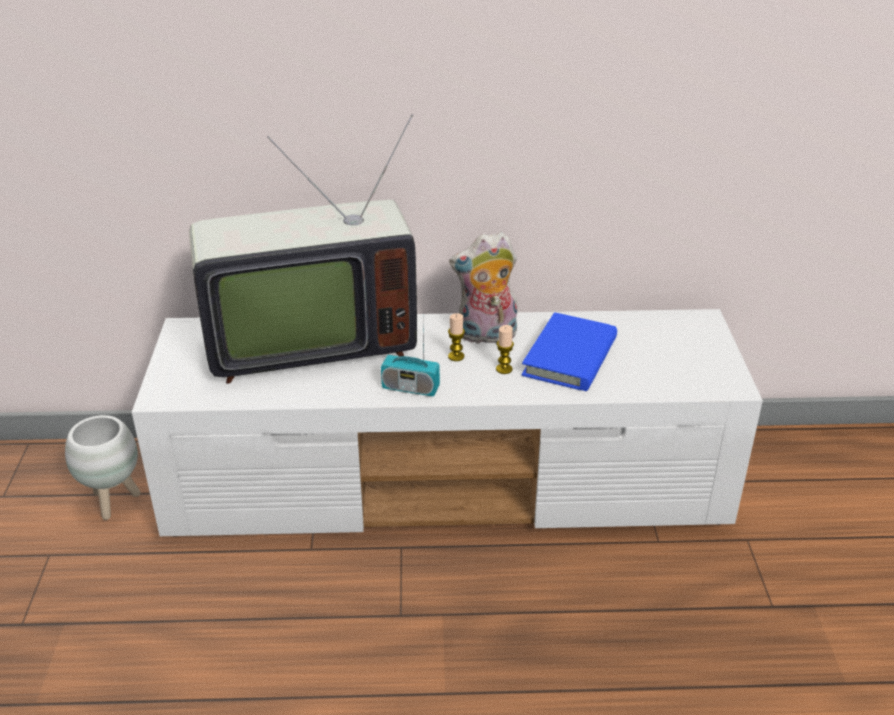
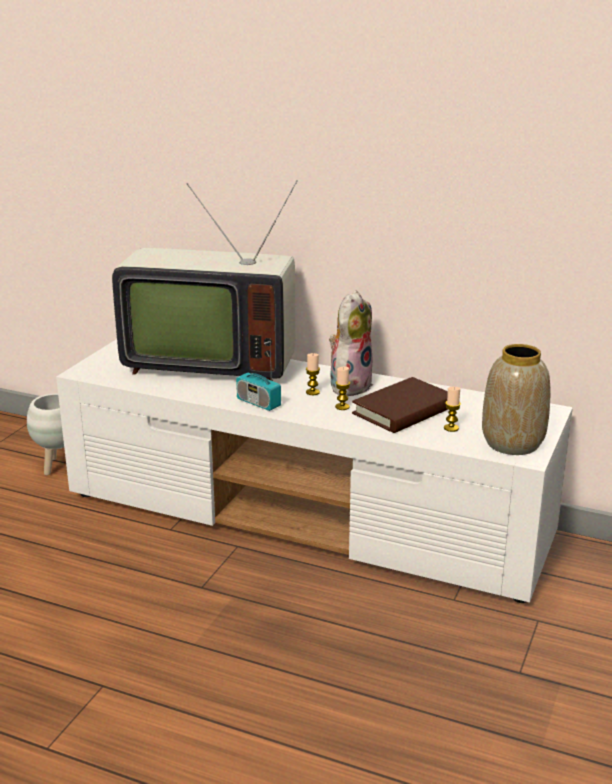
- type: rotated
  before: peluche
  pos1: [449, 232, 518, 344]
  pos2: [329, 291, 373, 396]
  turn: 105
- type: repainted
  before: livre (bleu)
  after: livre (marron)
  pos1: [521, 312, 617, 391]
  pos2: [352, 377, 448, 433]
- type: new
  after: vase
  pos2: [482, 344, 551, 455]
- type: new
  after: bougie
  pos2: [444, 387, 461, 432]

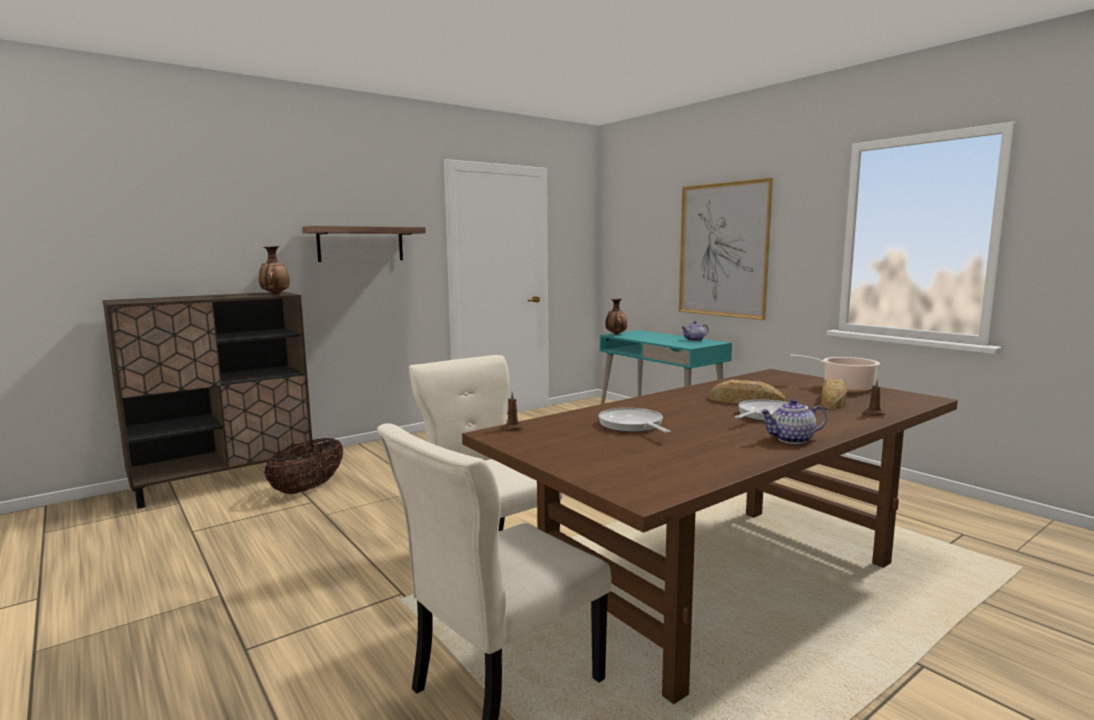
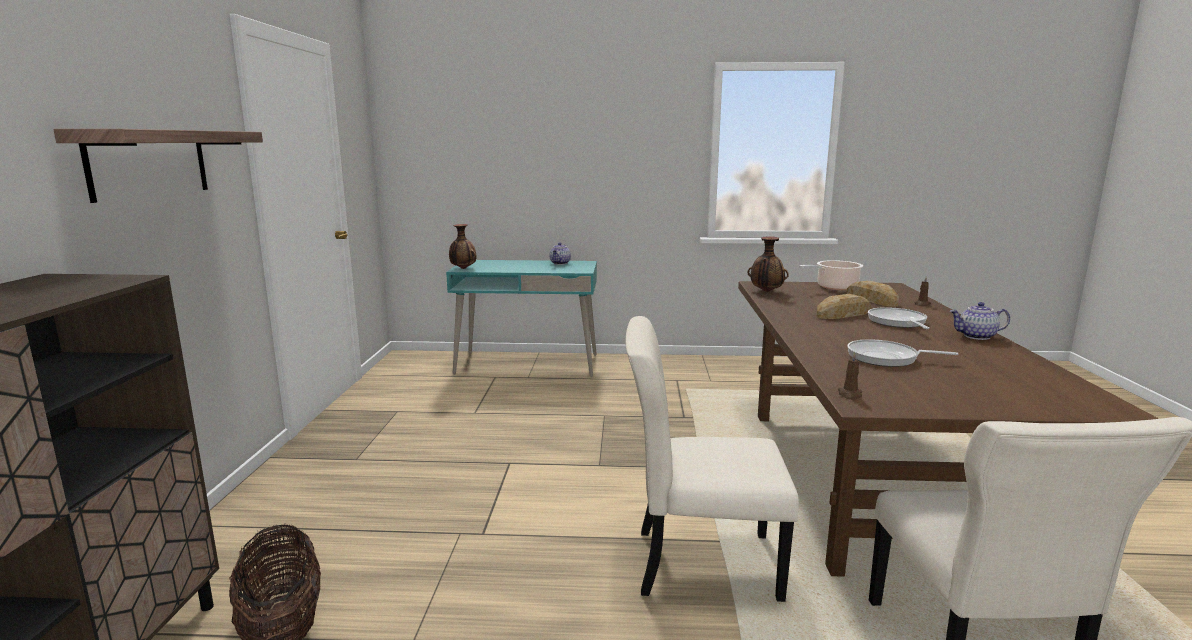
- type: gone
  before: tableau
  pos1: [679, 178, 773, 320]
- type: shifted
  before: vase
  pos1: [259, 246, 290, 295]
  pos2: [748, 236, 789, 292]
- type: rotated
  before: théière
  pos1: [760, 399, 827, 444]
  pos2: [950, 302, 1010, 340]
  turn: 60

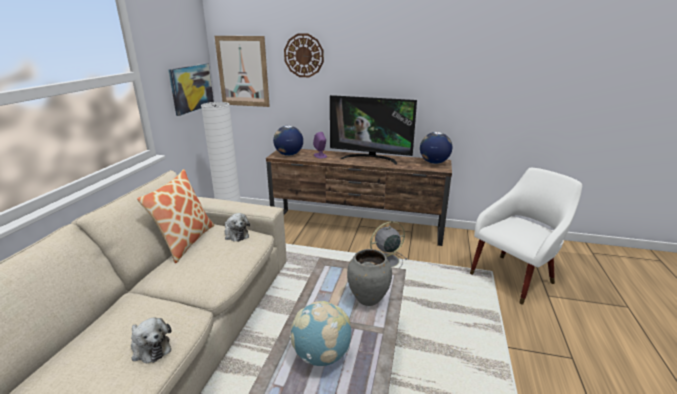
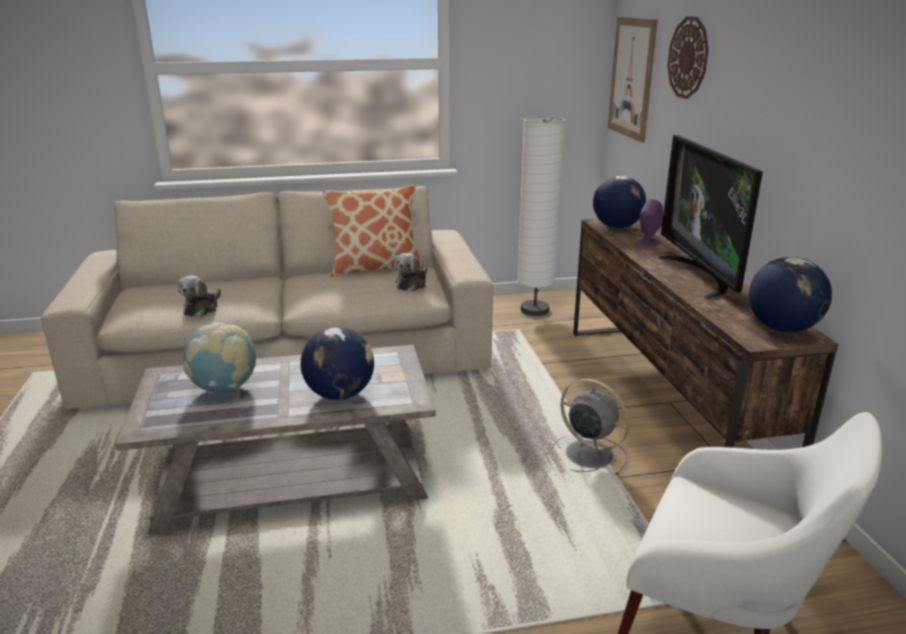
- type: gone
  before: tableau
  pos1: [168, 63, 214, 116]
- type: swapped
  before: vase (gris)
  after: globe
  pos1: [347, 249, 392, 306]
  pos2: [301, 327, 374, 400]

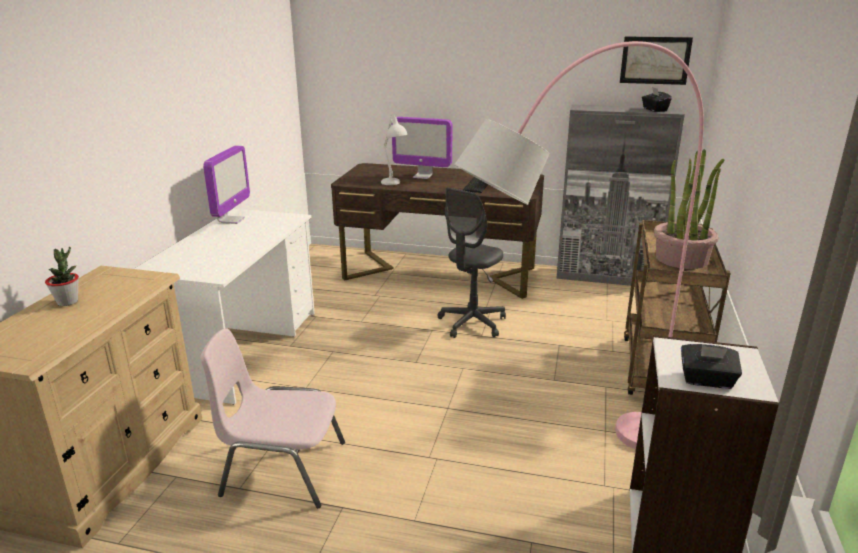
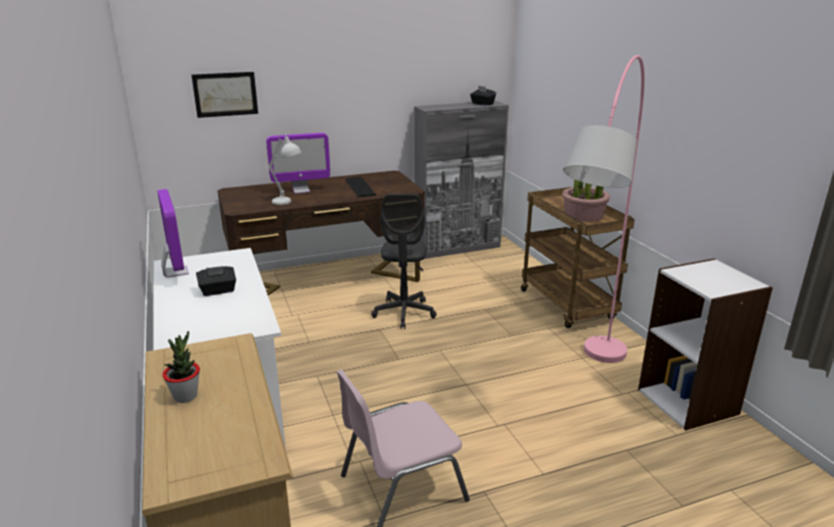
- type: shifted
  before: tableau
  pos1: [620, 36, 693, 85]
  pos2: [192, 72, 258, 118]
- type: shifted
  before: boîte à mouchoirs (noir)
  pos1: [681, 344, 742, 389]
  pos2: [196, 266, 236, 296]

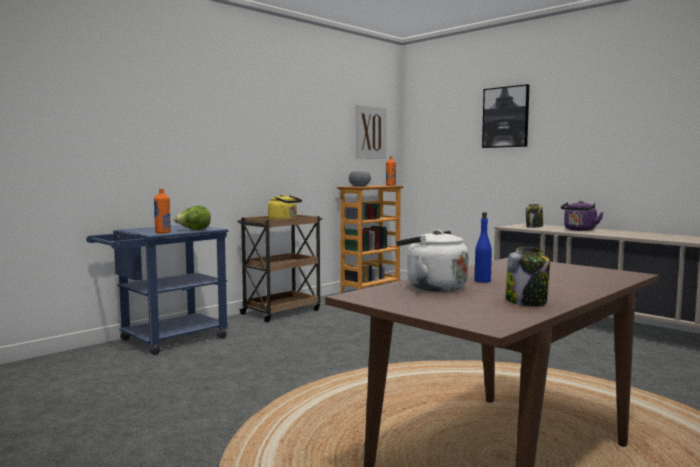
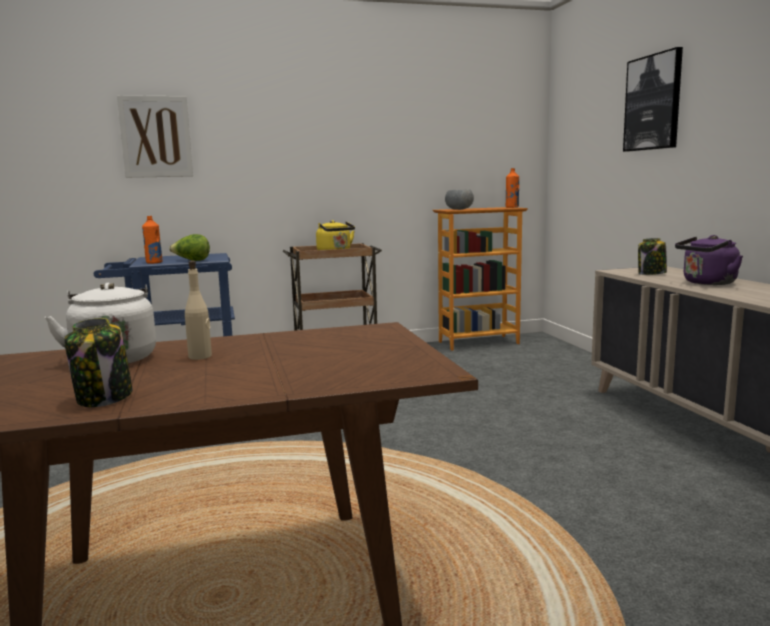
- type: shifted
  before: tableau
  pos1: [356, 104, 387, 159]
  pos2: [117, 95, 193, 178]
- type: repainted
  before: bouteille (bleu)
  after: bouteille (beige)
  pos1: [475, 212, 492, 283]
  pos2: [185, 261, 212, 360]

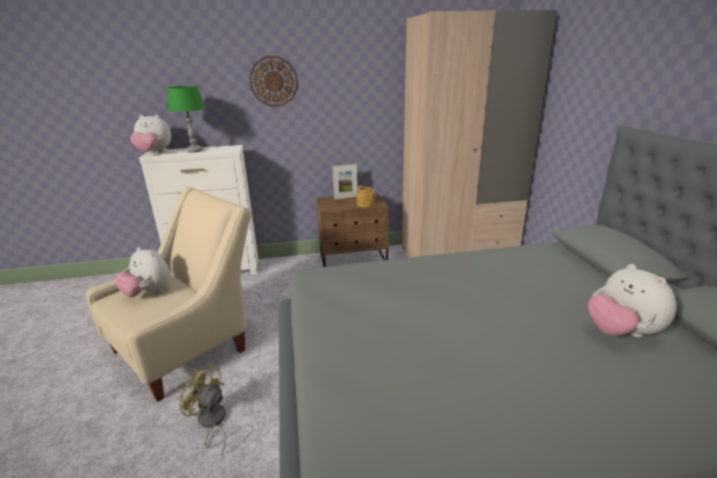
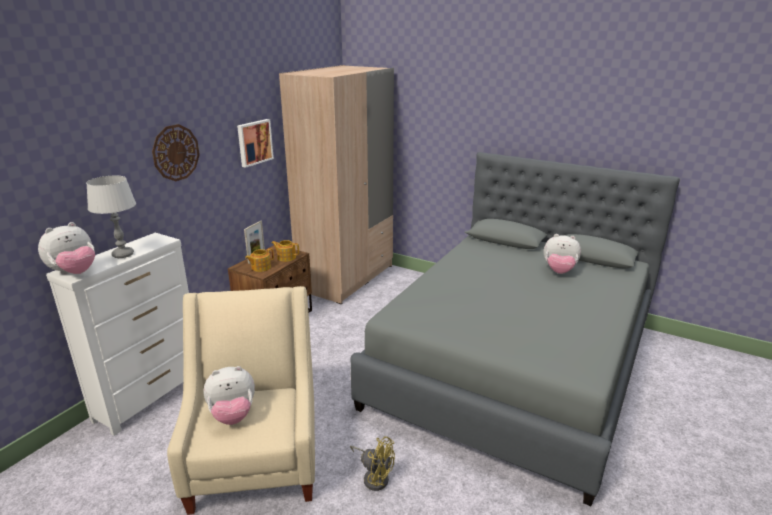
- type: repainted
  before: lampe de table (vert)
  after: lampe de table (gris)
  pos1: [168, 86, 205, 153]
  pos2: [86, 176, 136, 258]
- type: rotated
  before: ventilateur (jaune)
  pos1: [179, 364, 226, 455]
  pos2: [350, 436, 395, 491]
  turn: -135
- type: new
  after: tableau
  pos2: [237, 119, 274, 168]
- type: new
  after: théière
  pos2: [245, 248, 274, 272]

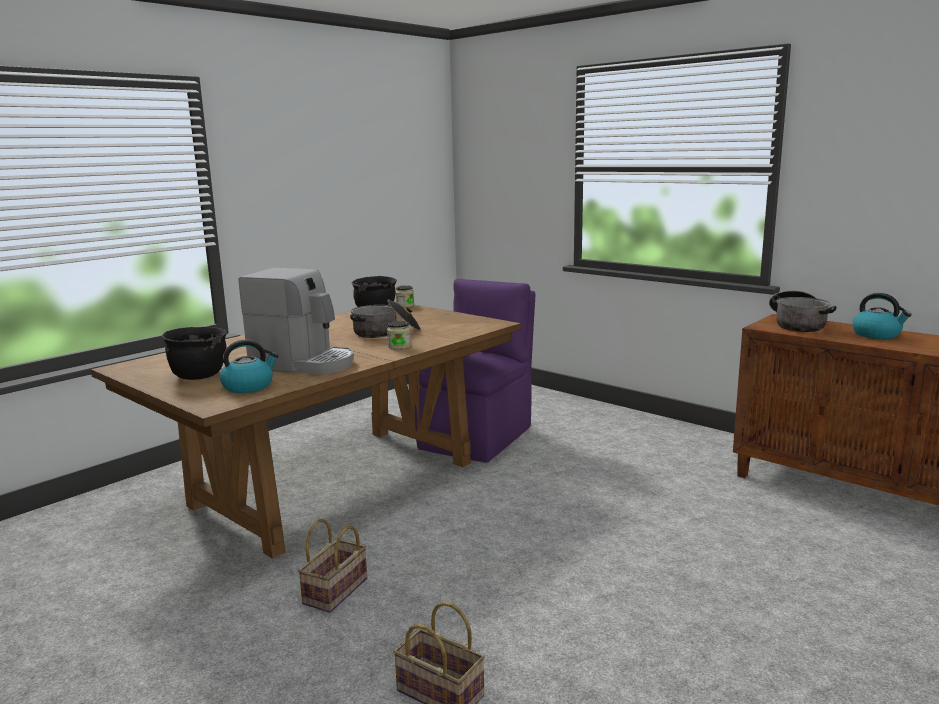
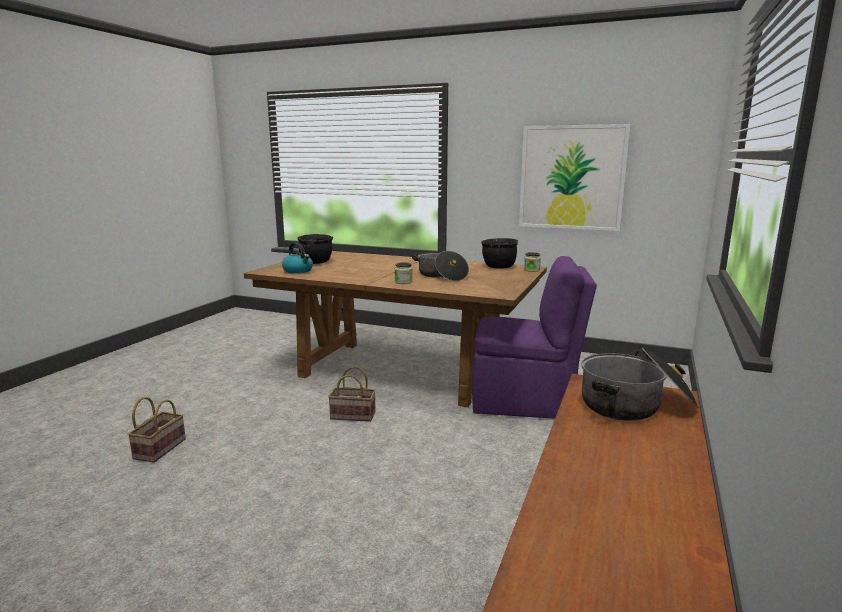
- type: gone
  before: machine à café
  pos1: [239, 268, 354, 375]
- type: gone
  before: bouilloire
  pos1: [852, 293, 912, 339]
- type: shifted
  before: panier
  pos1: [298, 519, 367, 613]
  pos2: [328, 366, 376, 422]
- type: new
  after: tableau
  pos2: [519, 124, 631, 231]

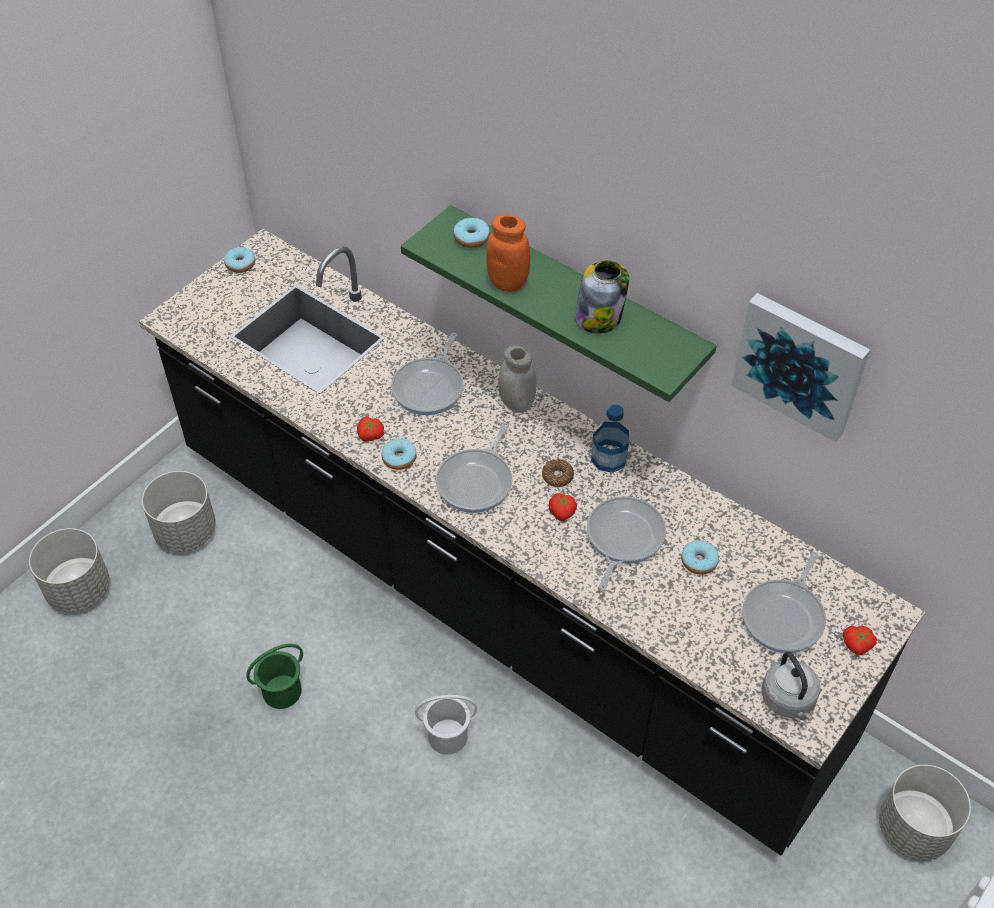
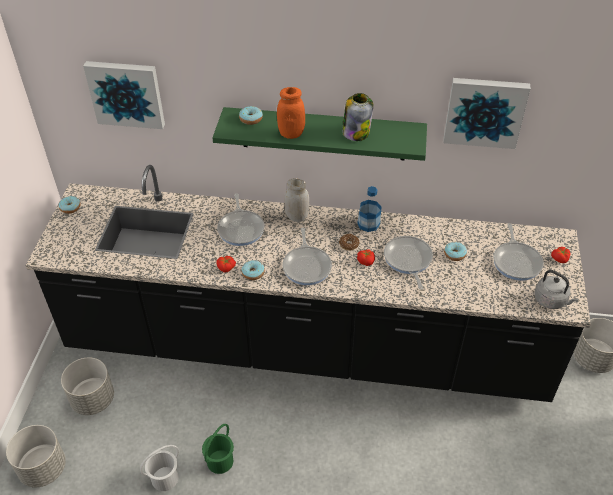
- type: shifted
  before: seau (blanc)
  pos1: [415, 695, 477, 755]
  pos2: [140, 445, 179, 491]
- type: new
  after: tableau
  pos2: [83, 61, 165, 129]

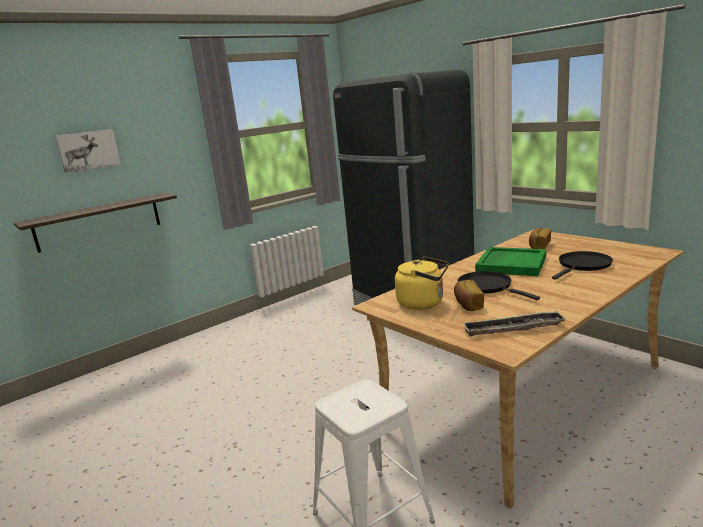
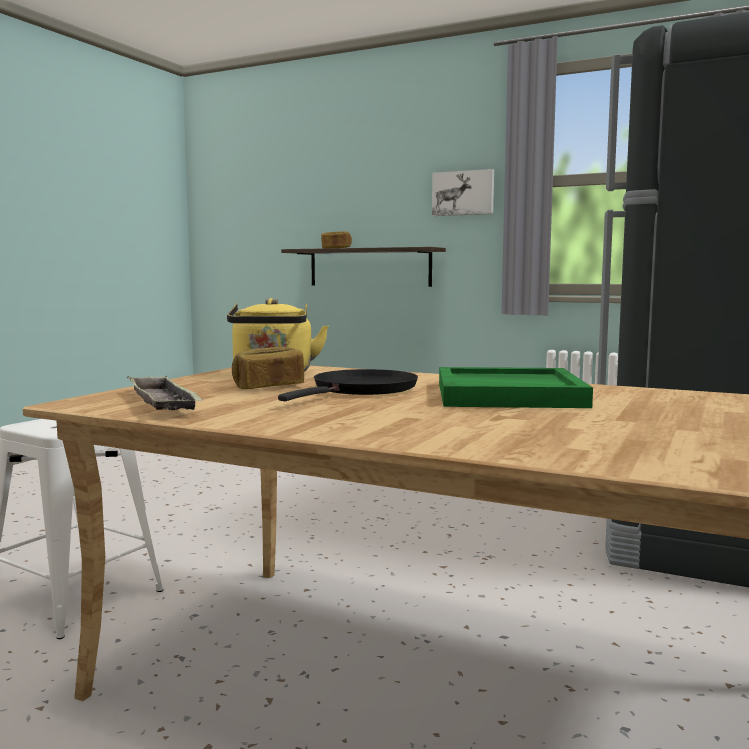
- type: shifted
  before: tableau
  pos1: [55, 129, 121, 173]
  pos2: [432, 169, 494, 216]
- type: shifted
  before: pain
  pos1: [529, 228, 551, 249]
  pos2: [321, 231, 352, 248]
- type: gone
  before: poêle (noir)
  pos1: [552, 251, 613, 280]

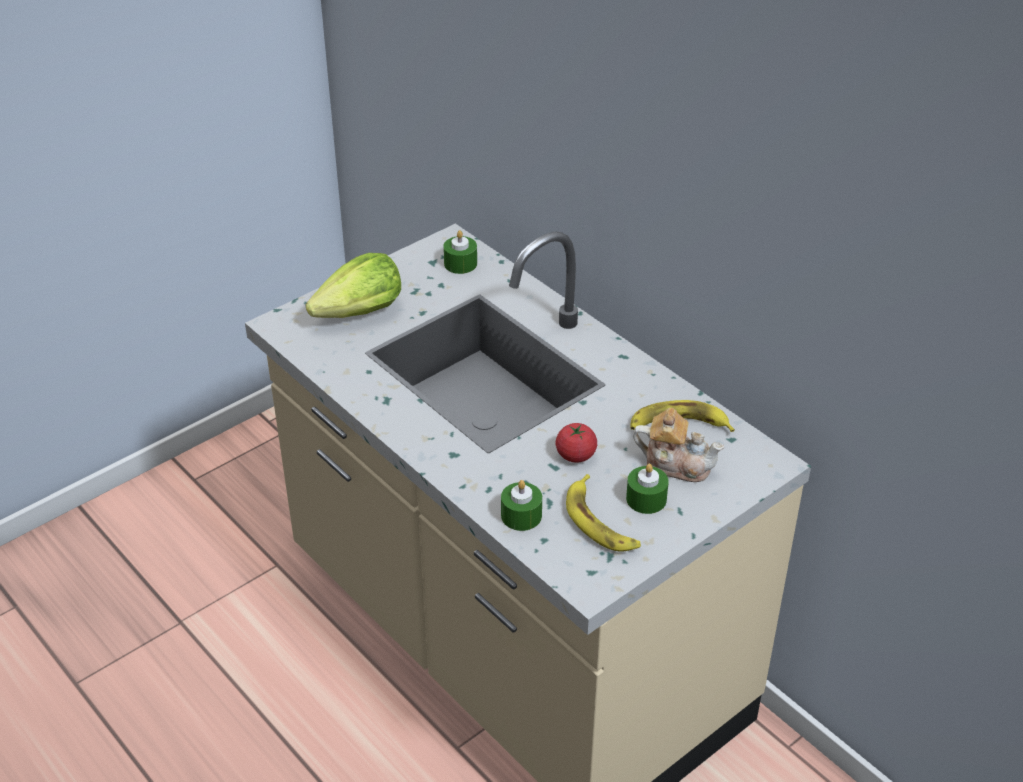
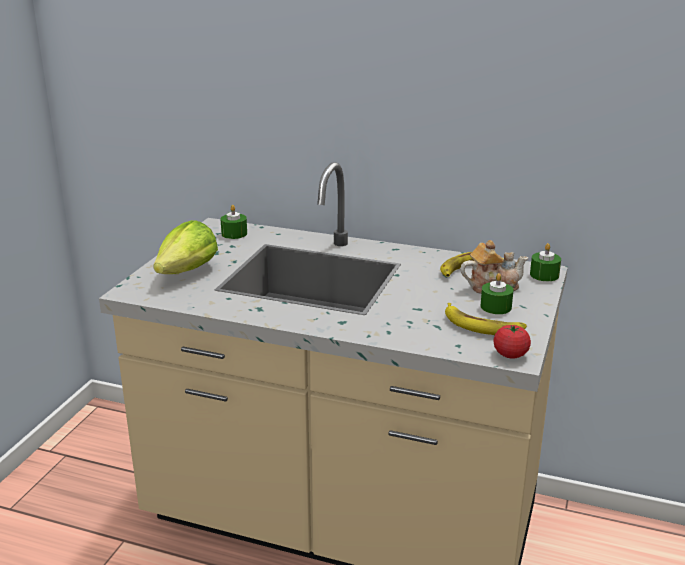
- type: shifted
  before: tomate
  pos1: [556, 423, 597, 463]
  pos2: [493, 325, 531, 359]
- type: shifted
  before: bougie (vert)
  pos1: [501, 480, 542, 531]
  pos2: [530, 243, 561, 281]

